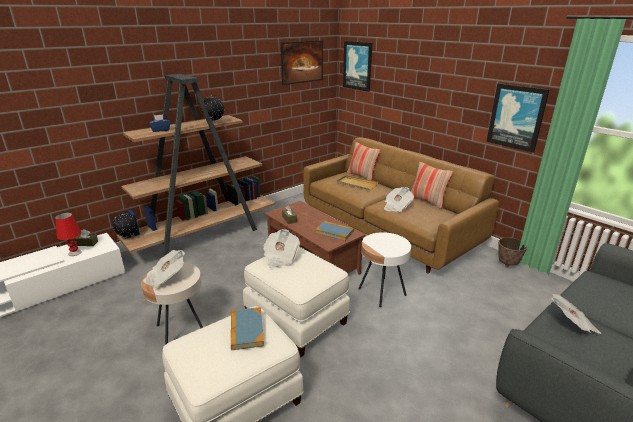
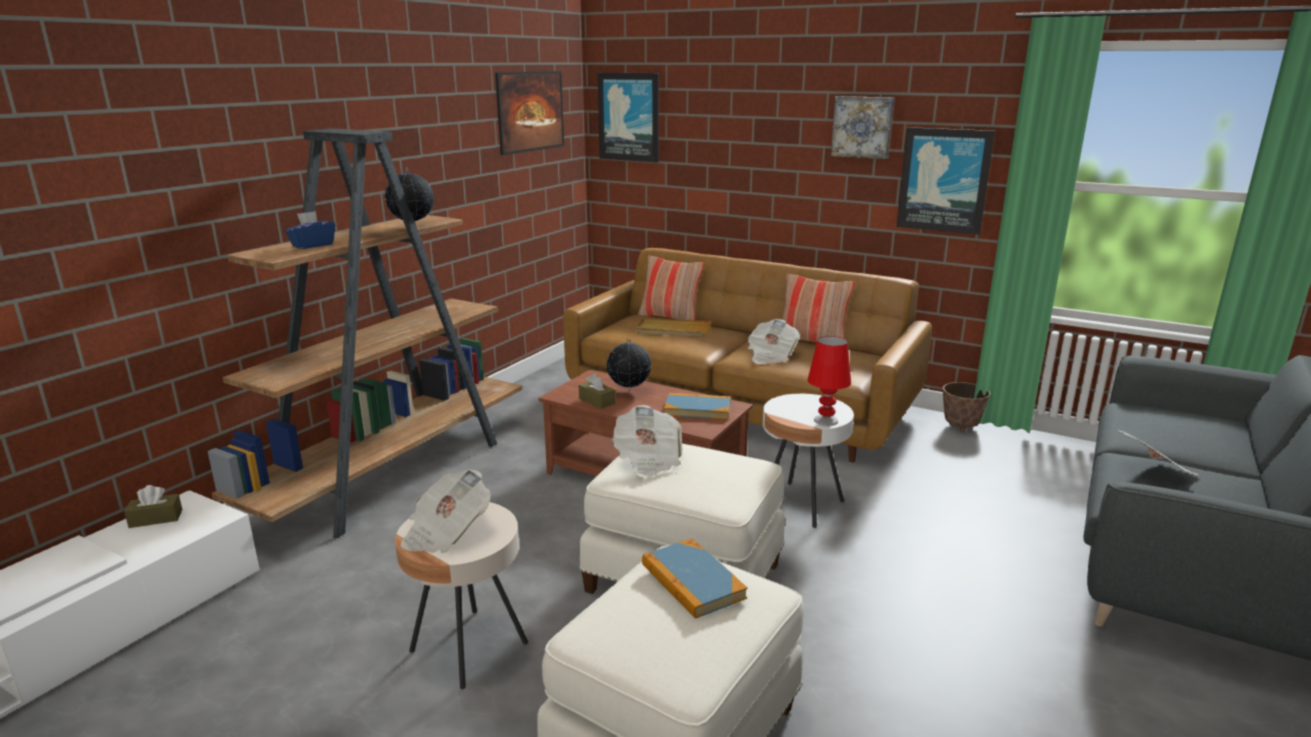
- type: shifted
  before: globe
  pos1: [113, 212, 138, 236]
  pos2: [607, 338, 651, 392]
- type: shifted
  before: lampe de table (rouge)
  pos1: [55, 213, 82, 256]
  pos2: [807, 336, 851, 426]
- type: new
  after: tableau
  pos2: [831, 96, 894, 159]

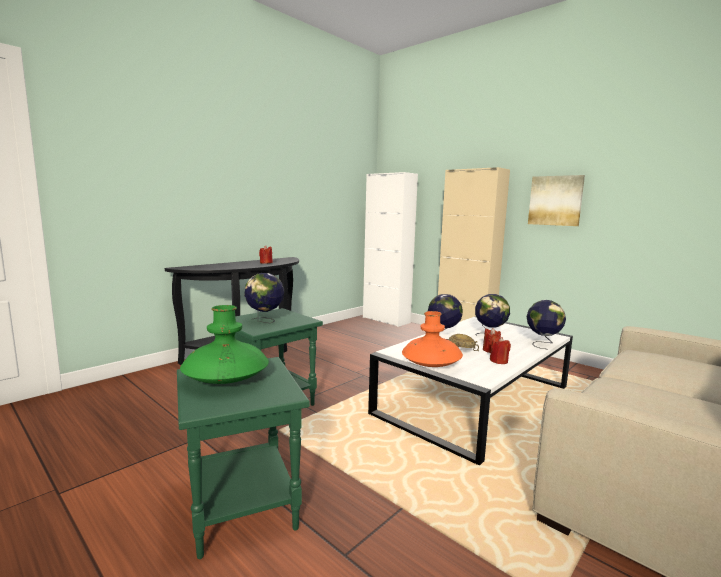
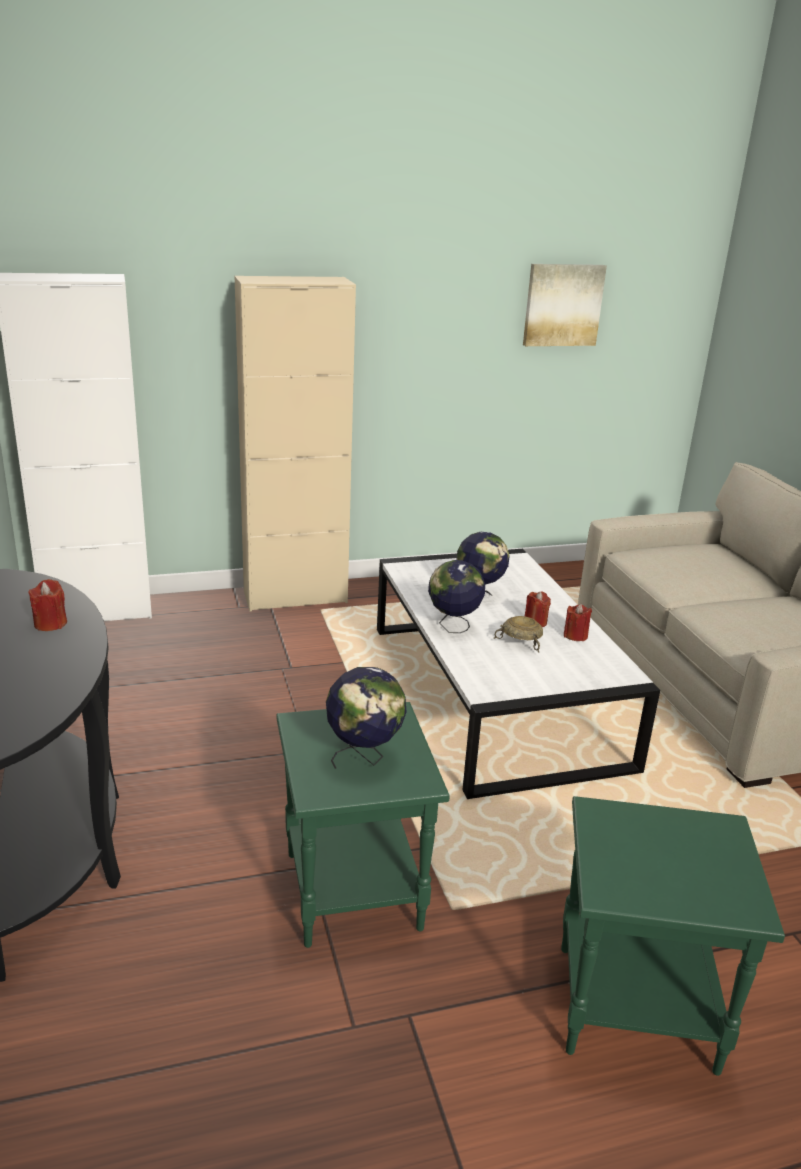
- type: shifted
  before: tableau
  pos1: [528, 175, 585, 226]
  pos2: [523, 264, 607, 346]
- type: gone
  before: globe
  pos1: [526, 300, 566, 349]
- type: gone
  before: vase (vert)
  pos1: [180, 305, 269, 384]
- type: gone
  before: vase (orange)
  pos1: [402, 311, 463, 367]

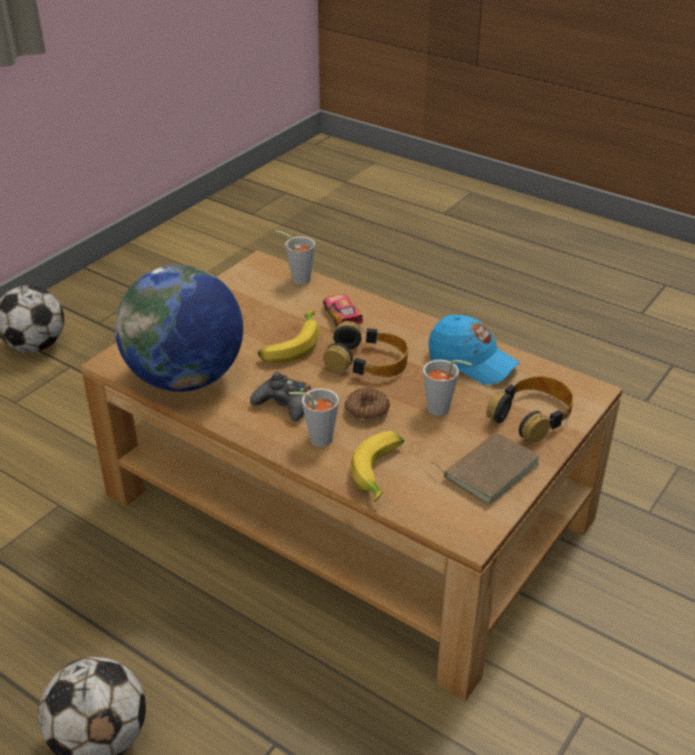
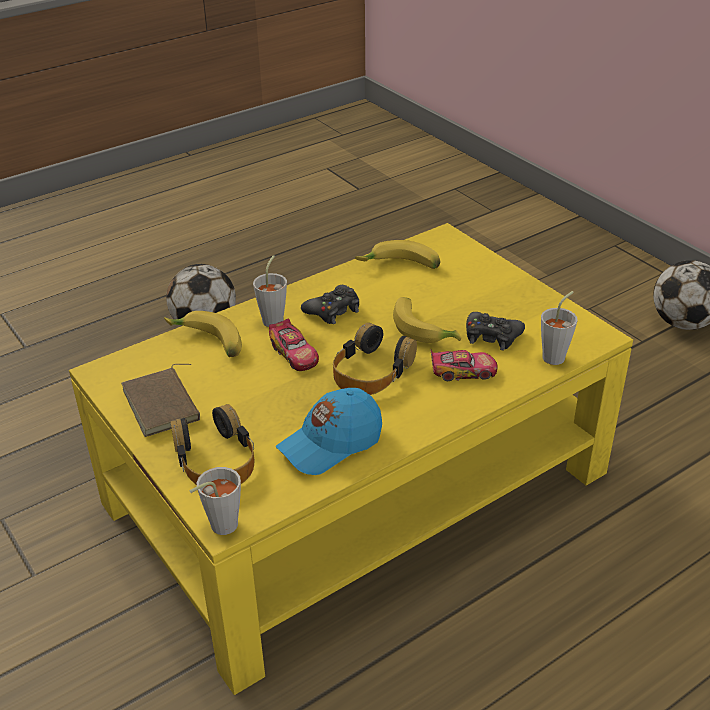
- type: repainted
  before: table basse (marron)
  after: table basse (jaune)
  pos1: [81, 250, 623, 701]
  pos2: [69, 223, 633, 695]
- type: swapped
  before: globe
  after: banane
  pos1: [115, 265, 243, 392]
  pos2: [355, 240, 440, 269]
- type: shifted
  before: tasse (gris)
  pos1: [423, 360, 472, 416]
  pos2: [190, 467, 241, 535]
- type: swapped
  before: beignet
  after: petite voiture
  pos1: [345, 387, 390, 422]
  pos2: [269, 318, 319, 371]
- type: new
  after: manette (noir)
  pos2: [466, 312, 525, 350]

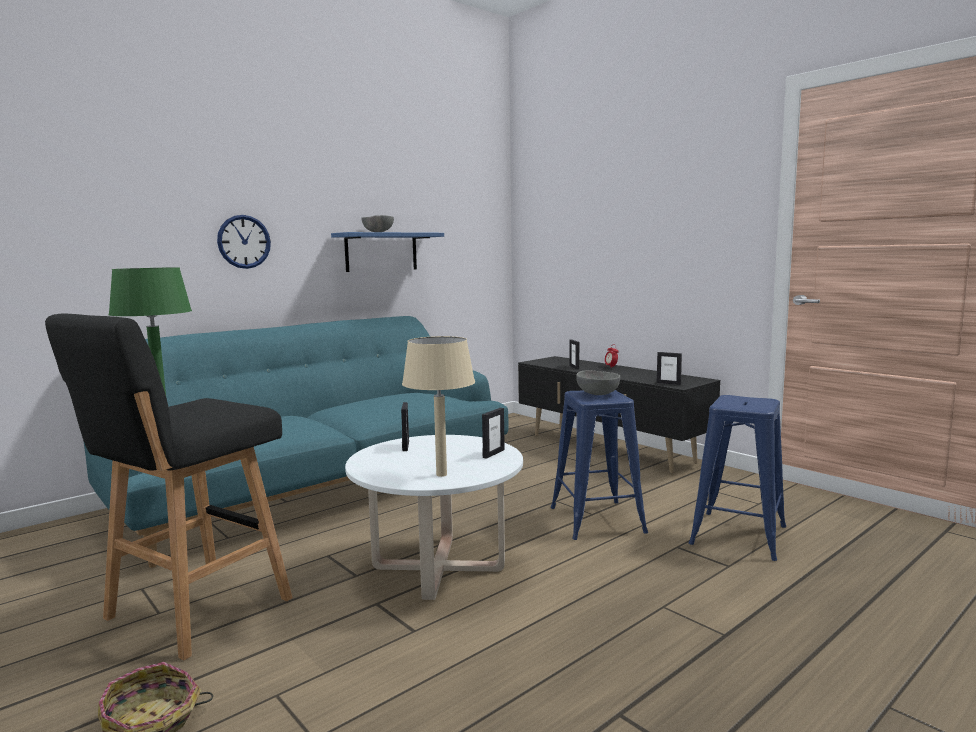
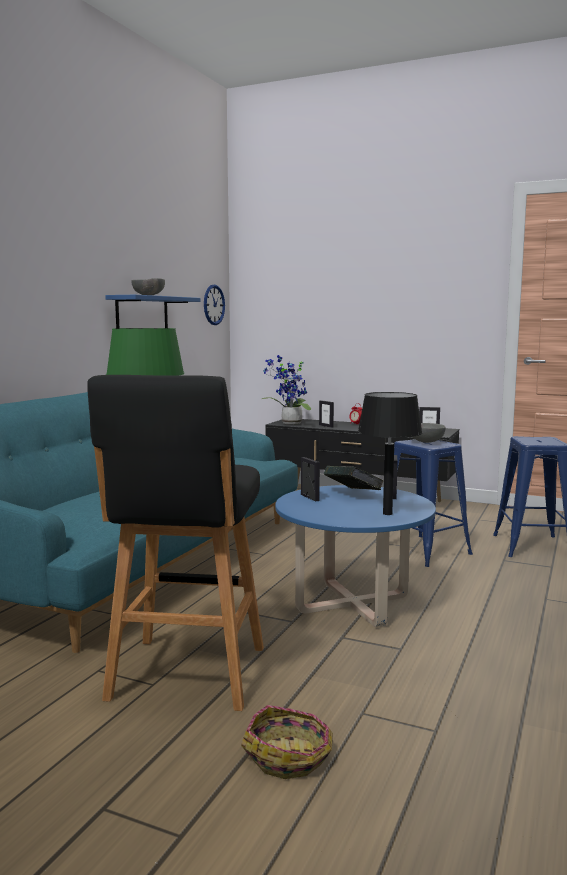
- type: shifted
  before: horloge murale
  pos1: [217, 215, 271, 269]
  pos2: [204, 284, 225, 325]
- type: repainted
  before: lampe de table (beige)
  after: lampe de table (noir)
  pos1: [402, 336, 475, 477]
  pos2: [358, 392, 422, 515]
- type: repainted
  before: table basse (blanc)
  after: table basse (bleu)
  pos1: [345, 435, 523, 600]
  pos2: [275, 485, 436, 627]
- type: new
  after: plante en pot
  pos2: [262, 355, 311, 424]
- type: new
  after: livre
  pos2: [324, 466, 384, 490]

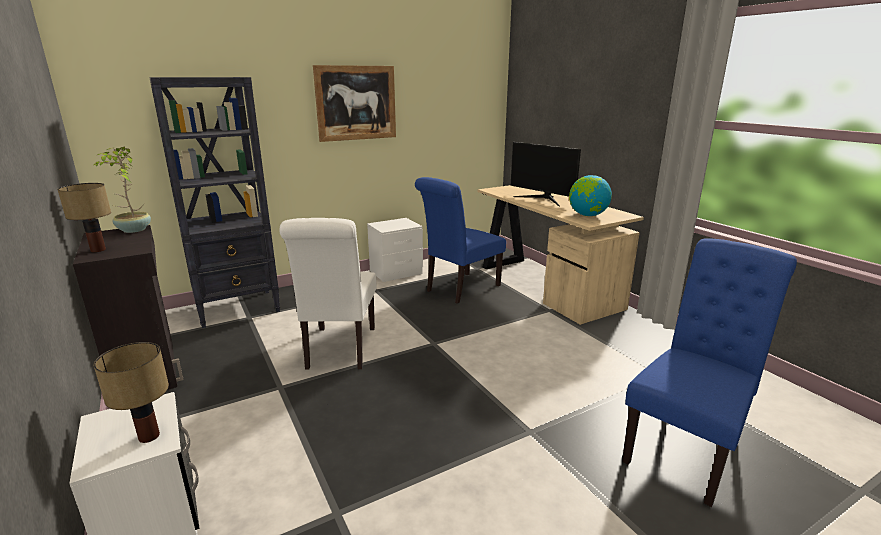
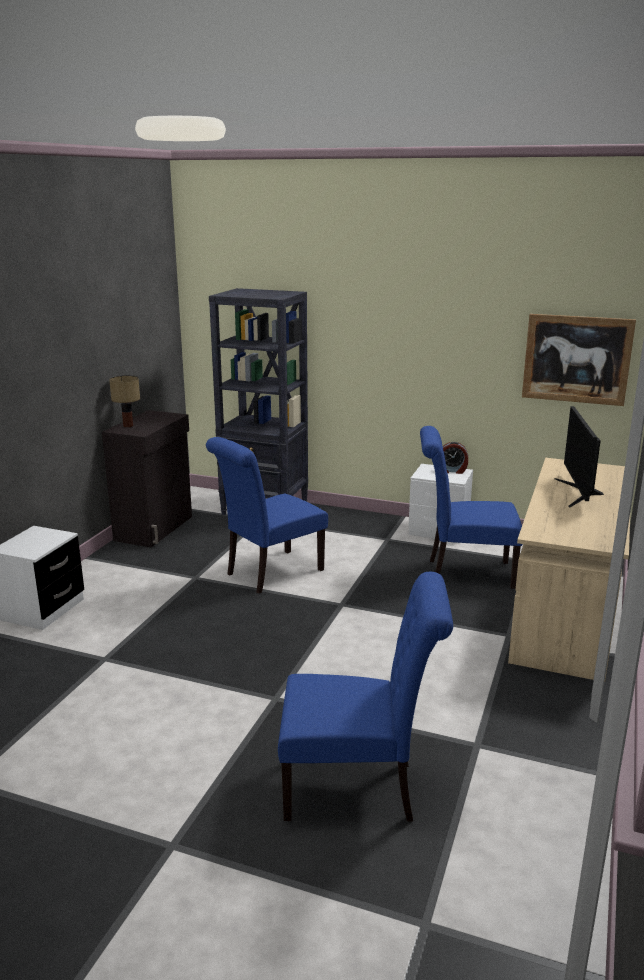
- type: shifted
  before: tableau
  pos1: [313, 65, 396, 142]
  pos2: [522, 314, 636, 406]
- type: gone
  before: plante en pot
  pos1: [94, 147, 151, 233]
- type: gone
  before: globe
  pos1: [569, 175, 612, 216]
- type: repainted
  before: chaise (blanc)
  after: chaise (bleu)
  pos1: [279, 218, 377, 370]
  pos2: [206, 437, 328, 594]
- type: gone
  before: lampe de table
  pos1: [94, 342, 169, 443]
- type: new
  after: réveil
  pos2: [443, 442, 468, 474]

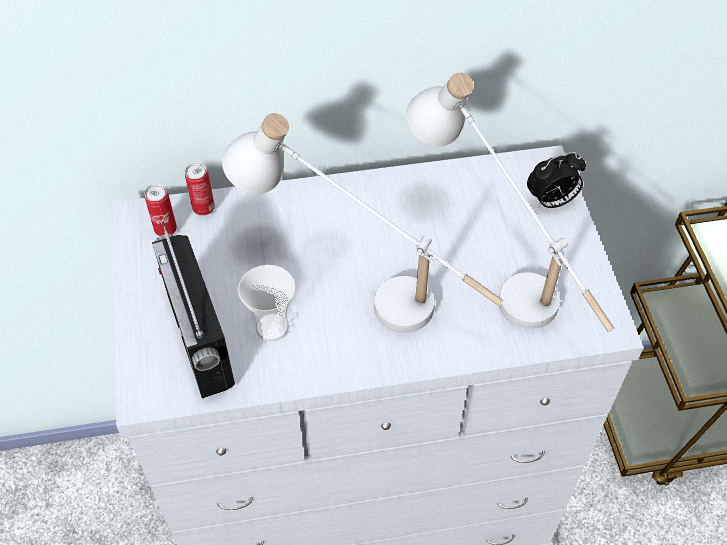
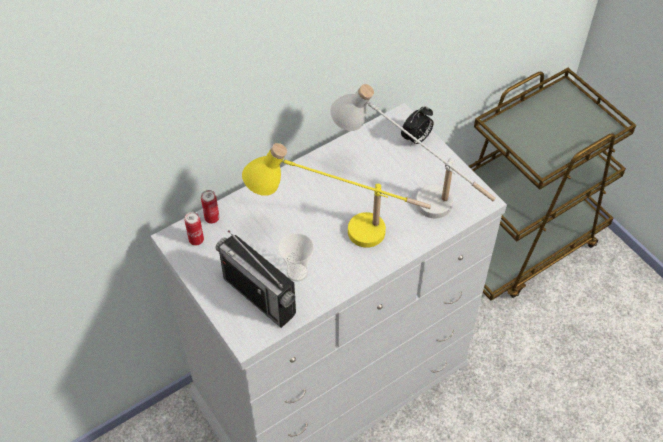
- type: repainted
  before: lampe de table (blanc)
  after: lampe de table (jaune)
  pos1: [222, 113, 503, 333]
  pos2: [242, 143, 431, 248]

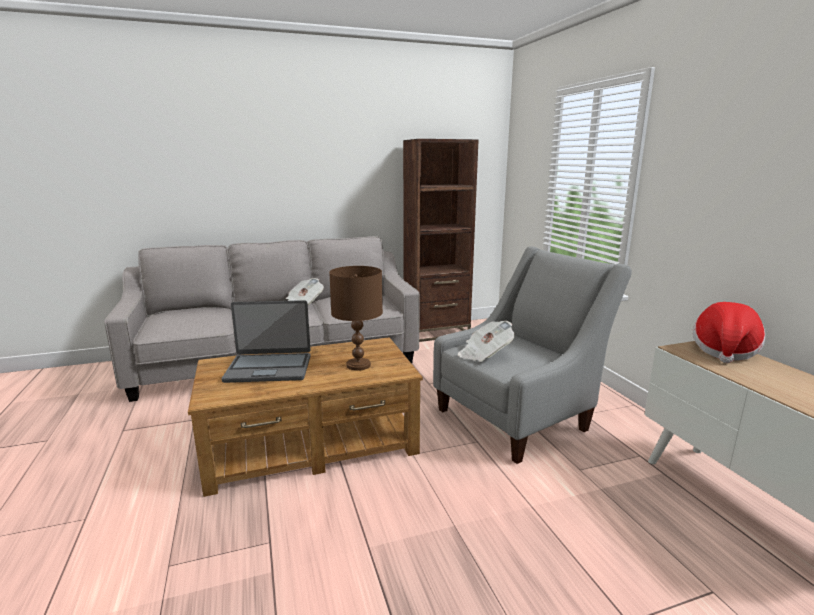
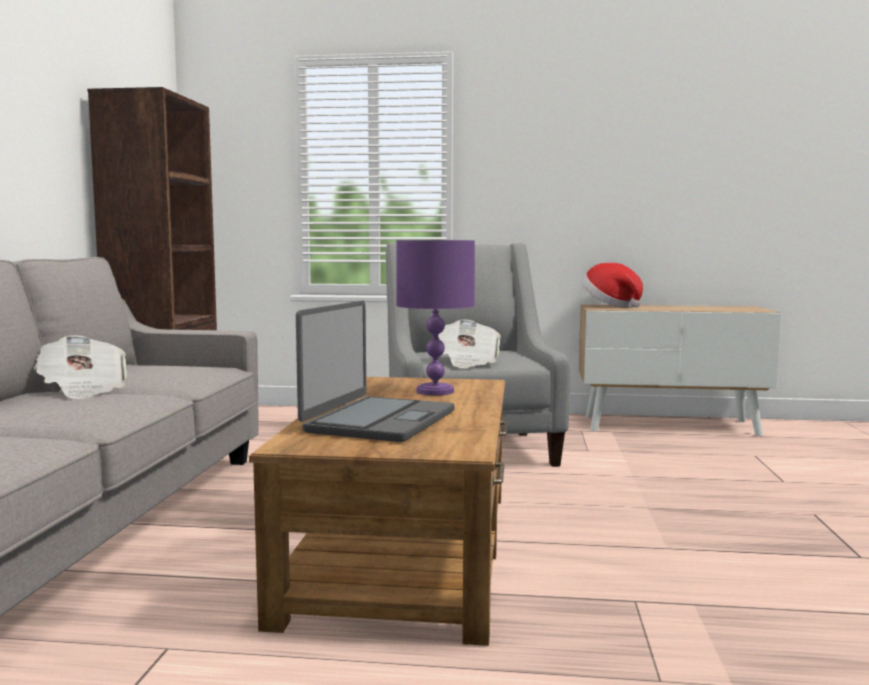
- type: repainted
  before: lampe de table (marron)
  after: lampe de table (violet)
  pos1: [329, 266, 383, 371]
  pos2: [396, 240, 475, 396]

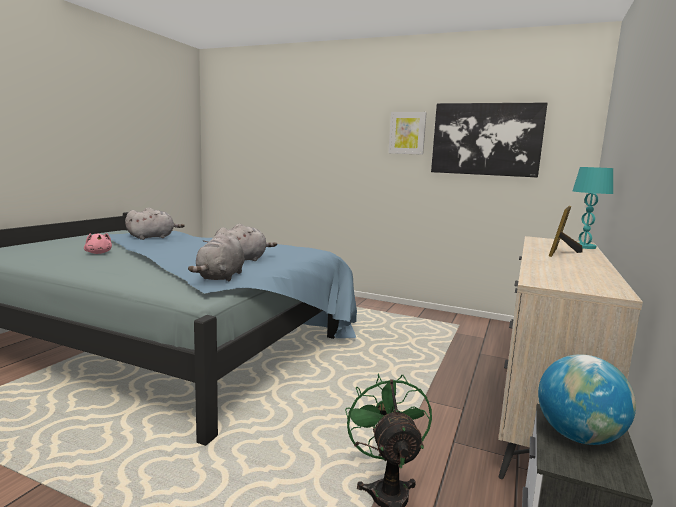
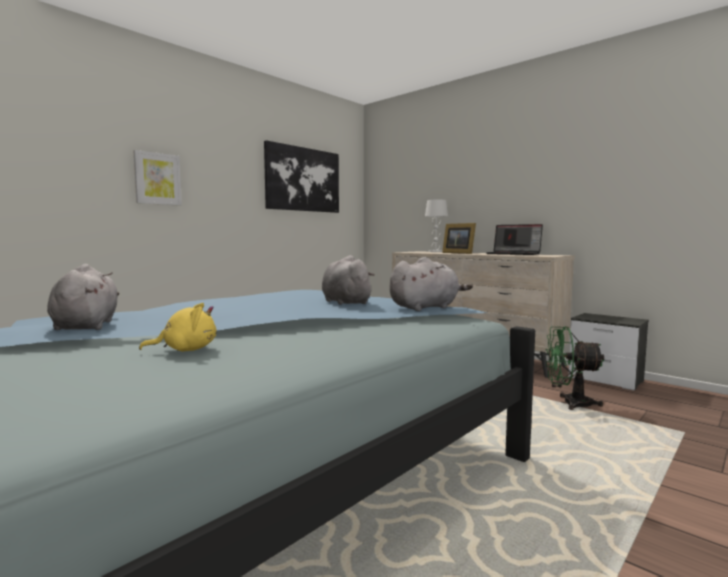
- type: shifted
  before: tableau
  pos1: [388, 112, 427, 155]
  pos2: [134, 150, 182, 206]
- type: repainted
  before: lampe de table (turquoise)
  after: lampe de table (blanc)
  pos1: [573, 167, 613, 249]
  pos2: [425, 200, 448, 252]
- type: repainted
  before: peluche (rose)
  after: peluche (jaune)
  pos1: [84, 233, 112, 254]
  pos2: [139, 303, 216, 352]
- type: rotated
  before: peluche (gris)
  pos1: [188, 233, 245, 281]
  pos2: [389, 257, 473, 311]
  turn: -60
- type: gone
  before: globe
  pos1: [538, 354, 636, 445]
- type: new
  after: ordinateur portable
  pos2: [486, 224, 543, 255]

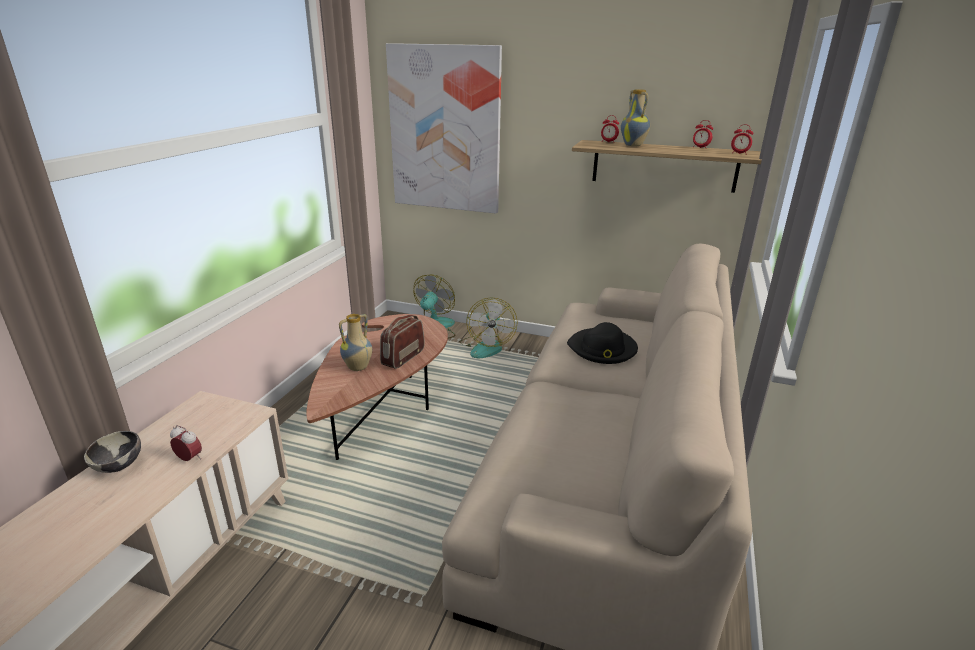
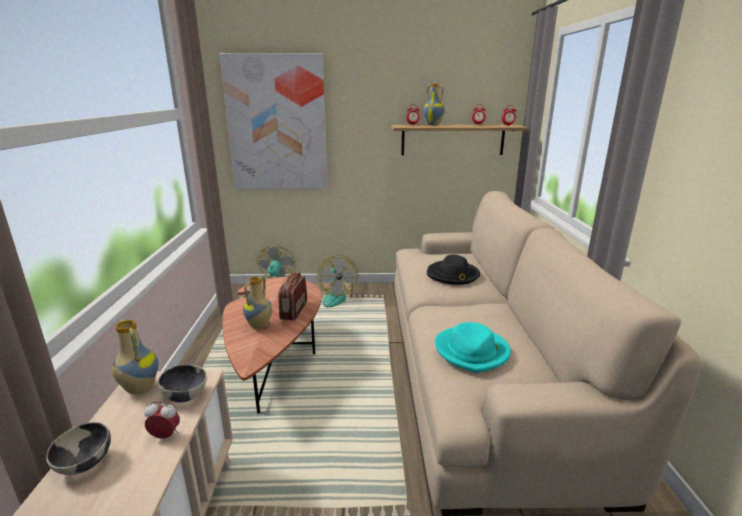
- type: new
  after: vase
  pos2: [112, 320, 158, 394]
- type: new
  after: chapeau (turquoise)
  pos2: [435, 322, 511, 373]
- type: new
  after: bol
  pos2: [158, 364, 207, 402]

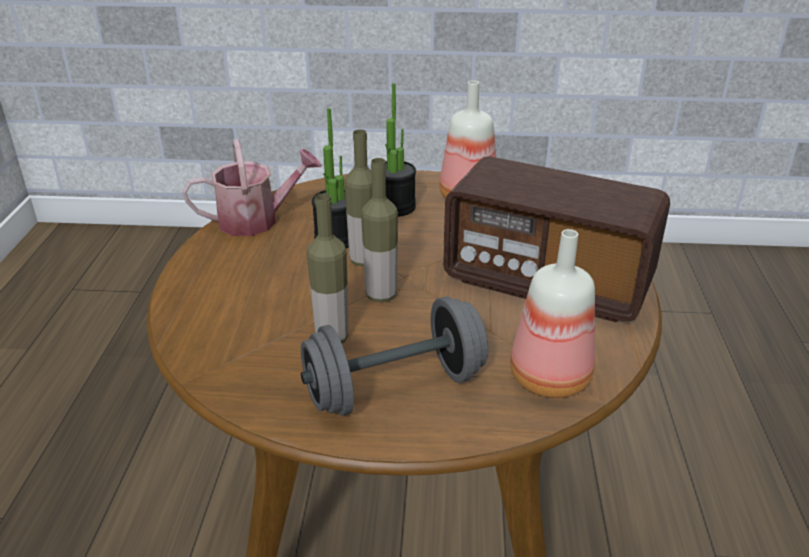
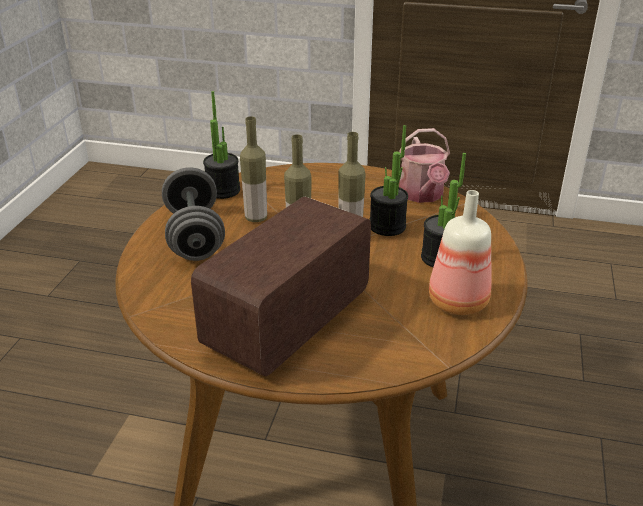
- type: gone
  before: bouteille
  pos1: [510, 229, 595, 398]
- type: new
  after: plante en pot
  pos2: [203, 91, 240, 199]

